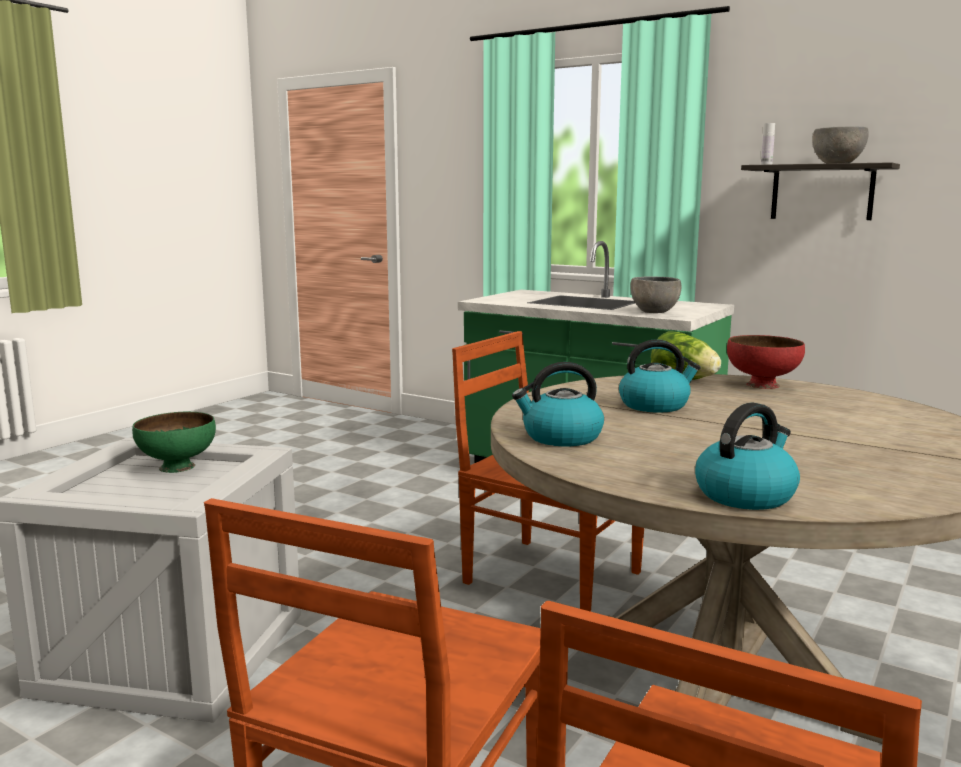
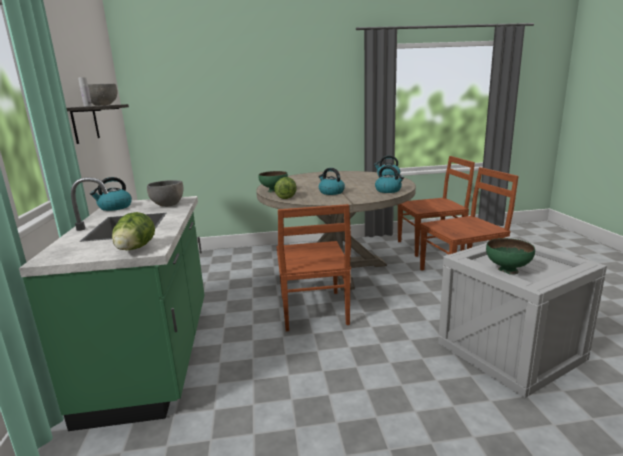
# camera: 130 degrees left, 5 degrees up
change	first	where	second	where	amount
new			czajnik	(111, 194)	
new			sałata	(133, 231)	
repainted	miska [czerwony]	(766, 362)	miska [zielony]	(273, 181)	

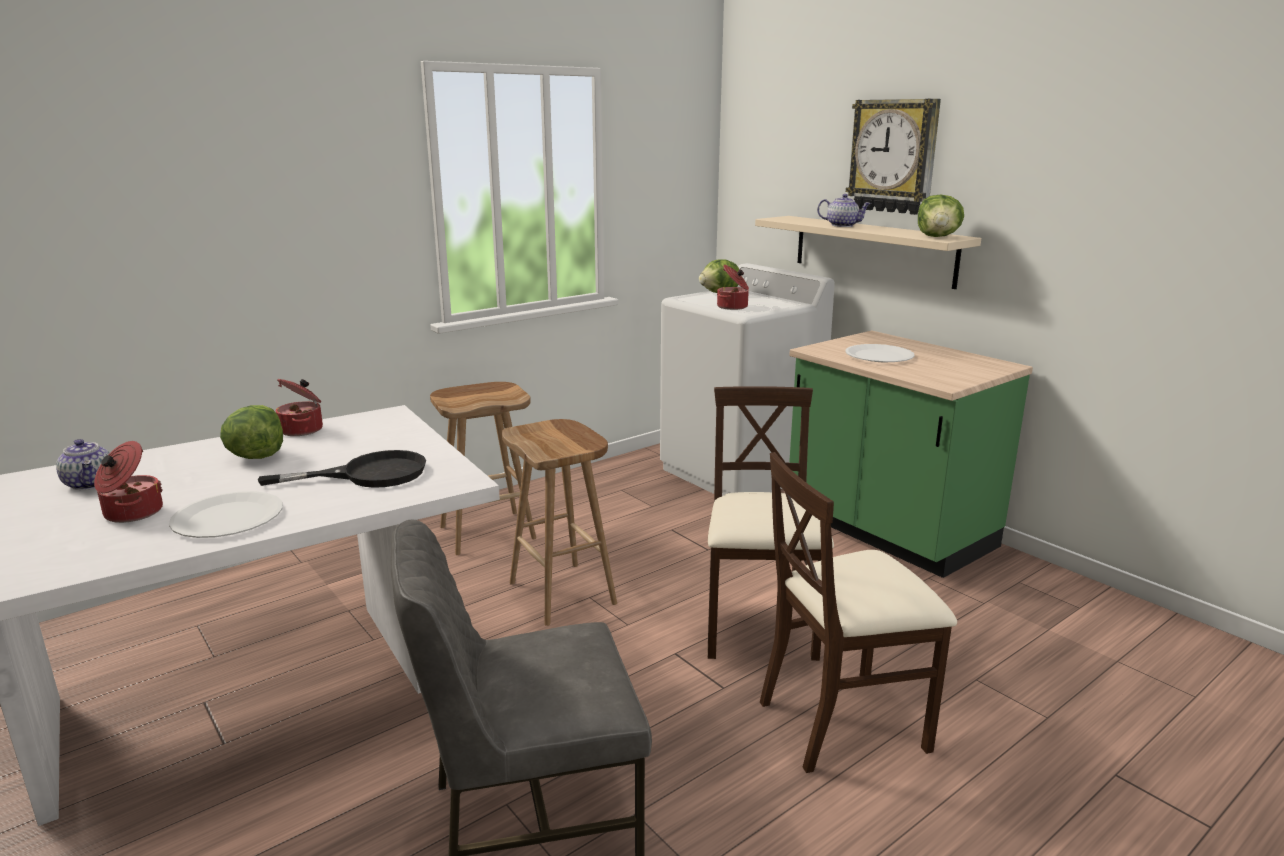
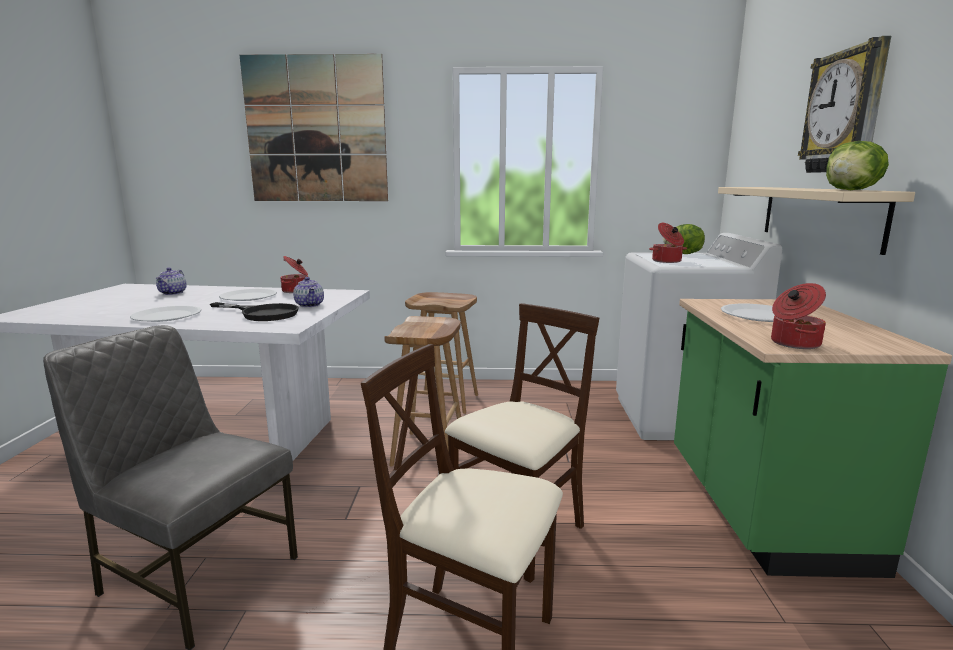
# camera: 40 degrees right, 5 degrees down
change	first	where	second	where	amount
swapped	sałata	(251, 432)	talerz [biały]	(248, 295)	
new			obraz	(313, 127)	
shifted	imbryk	(844, 210)		(308, 292)	
shifted	garnek	(128, 482)		(798, 316)	

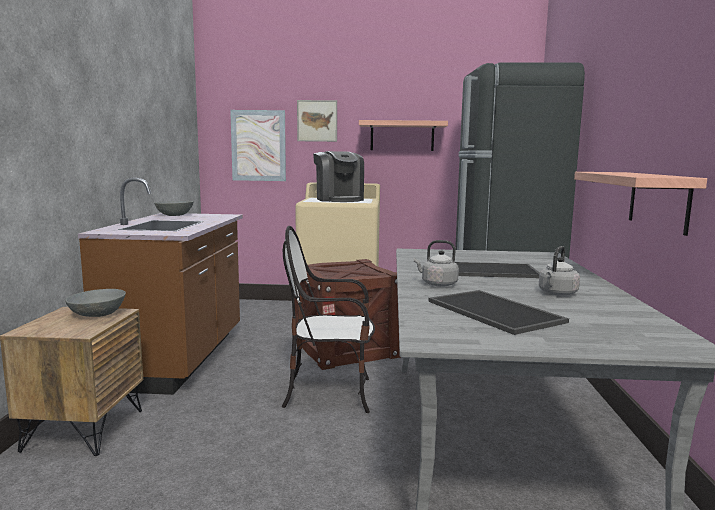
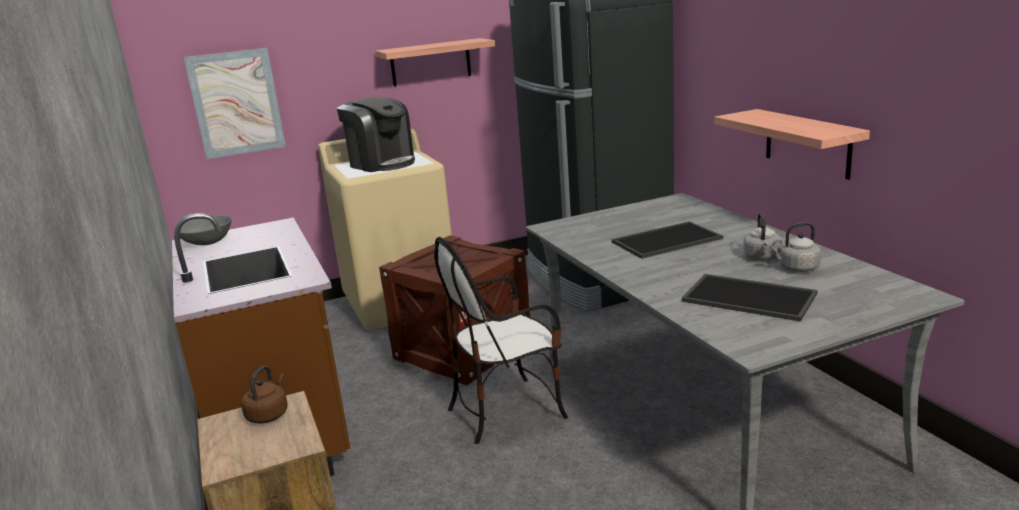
# camera: 25 degrees left, 10 degrees up
change	first	where	second	where	amount
swapped	miska [szary]	(95, 303)	czajnik [brązowy]	(264, 395)	
shifted	czajnik [szary]	(436, 263)		(795, 247)	
gone	obraz	(317, 121)			

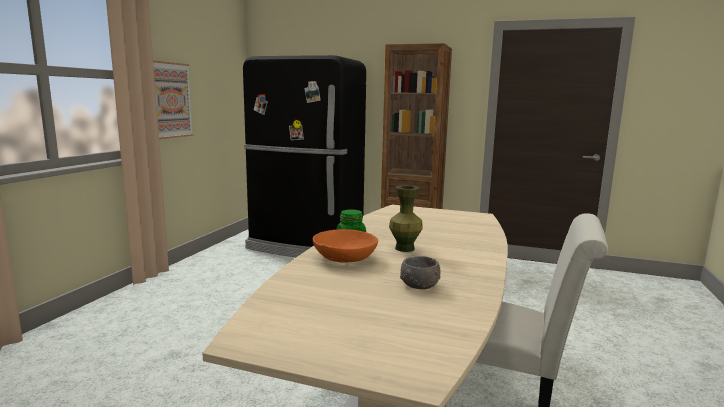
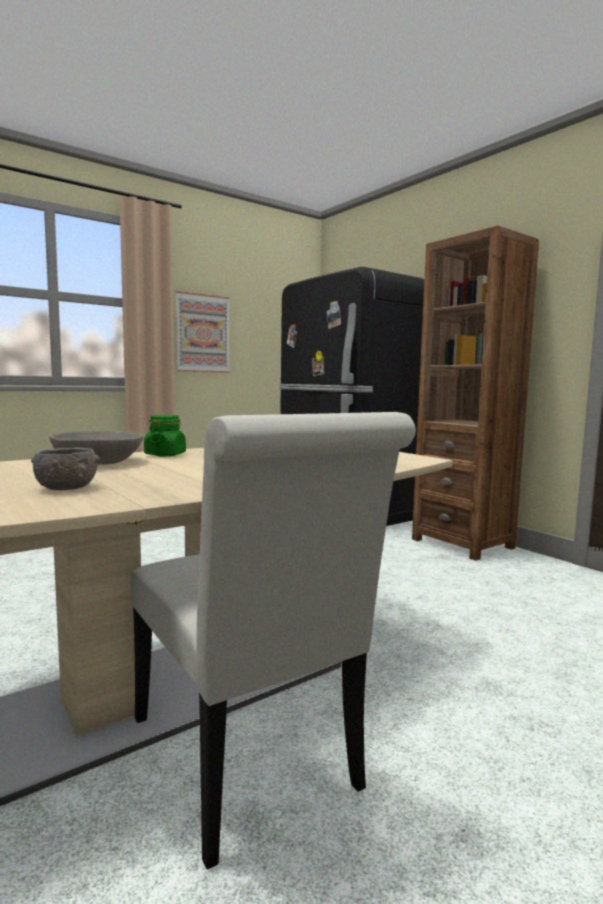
# camera: 35 degrees right, 5 degrees down
change	first	where	second	where	amount
repainted	miska [pomarańczowy]	(345, 245)	miska [szary]	(96, 447)	
gone	wazon [zielony]	(406, 218)			

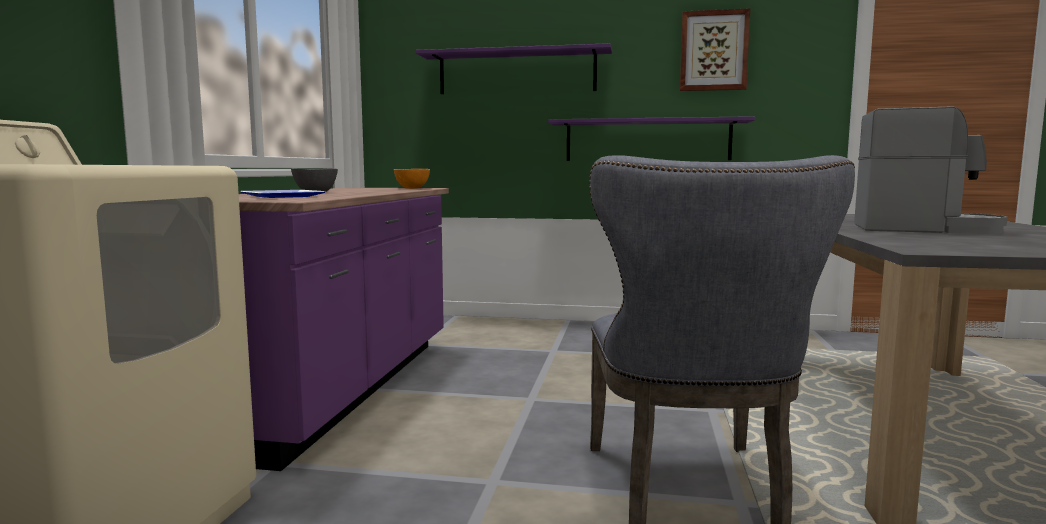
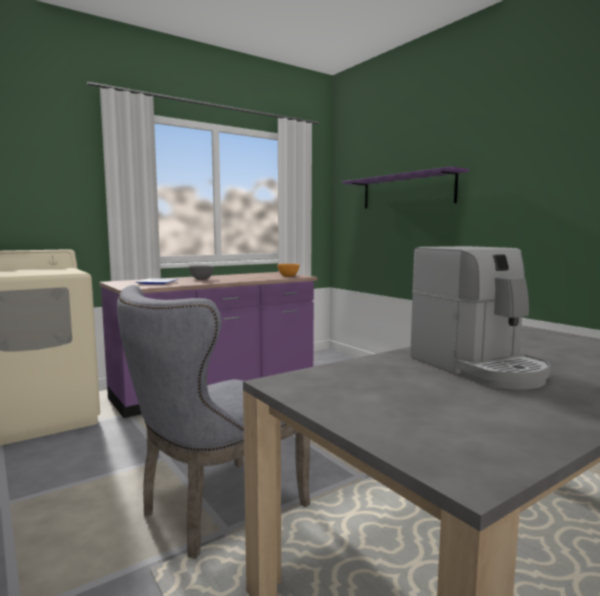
# camera: 45 degrees right, 0 degrees up
change	first	where	second	where	amount
gone	półka [fioletowy]	(651, 138)			
gone	obraz	(715, 49)			

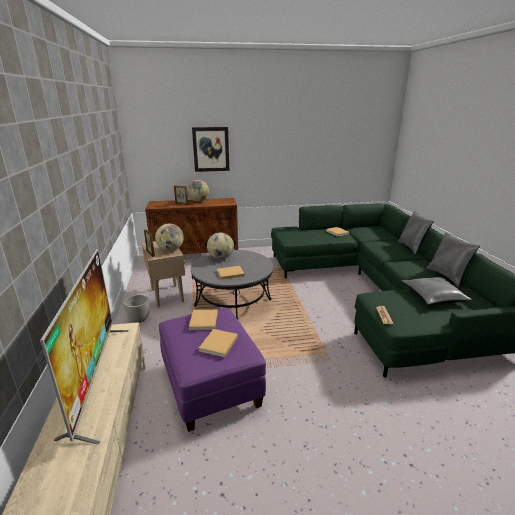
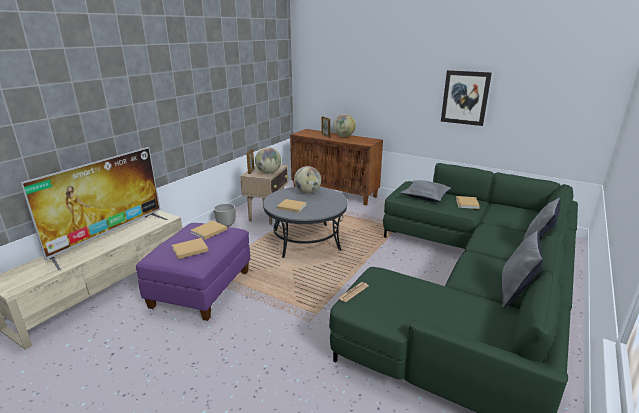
# camera: 40 degrees right, 0 degrees up
change	first	where	second	where	amount
shifted	poduszka [szary]	(437, 291)		(425, 190)	
shifted	obraz	(210, 149)		(466, 98)	

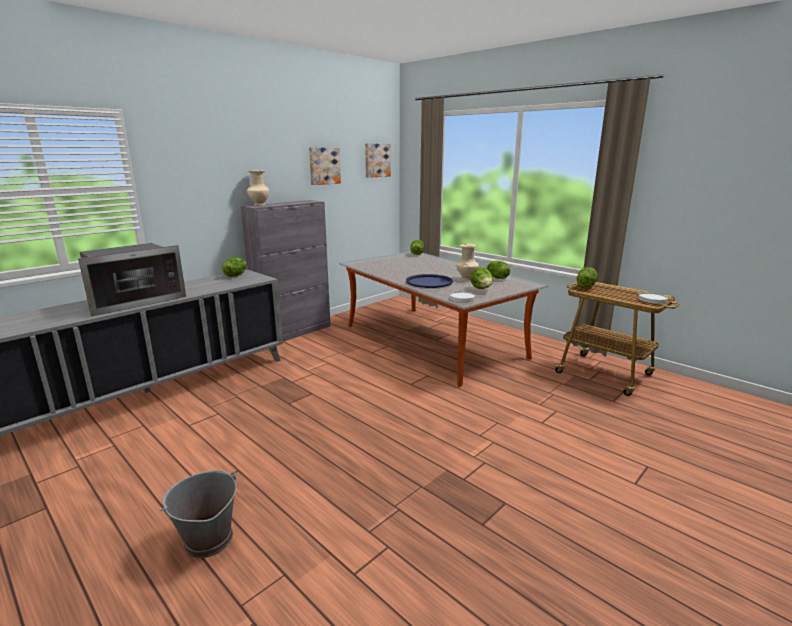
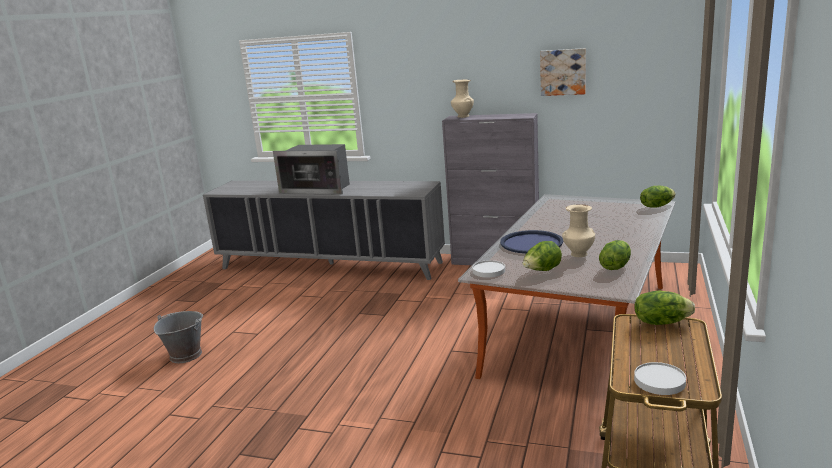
# camera: 65 degrees right, 0 degrees up
change	first	where	second	where	amount
gone	sałata	(234, 267)			
gone	obraz	(378, 160)			

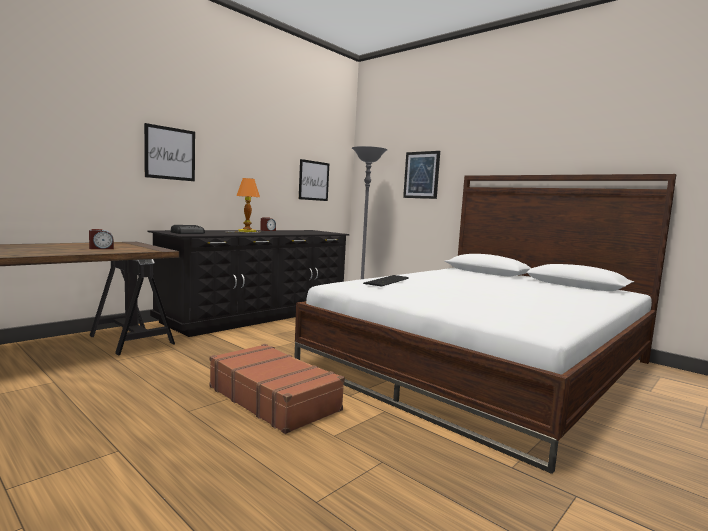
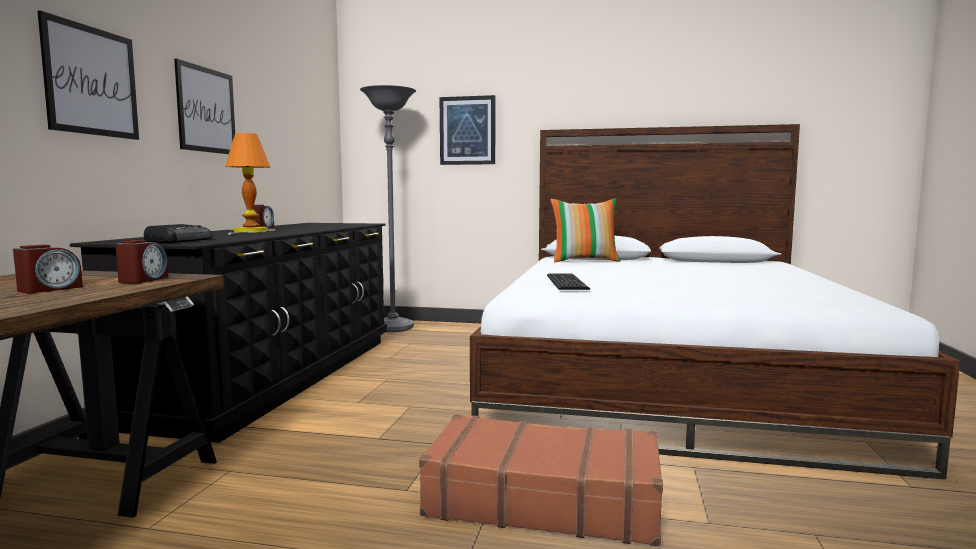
# camera: 30 degrees left, 0 degrees up
change	first	where	second	where	amount
new			budzik	(141, 261)	
shifted	obraz	(314, 180)		(204, 106)	
new			poduszka	(585, 230)	

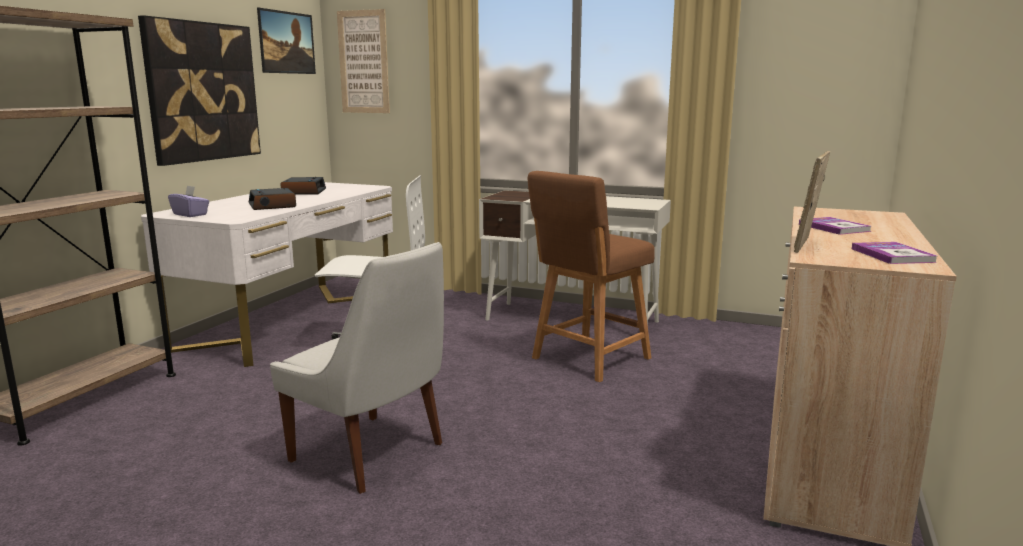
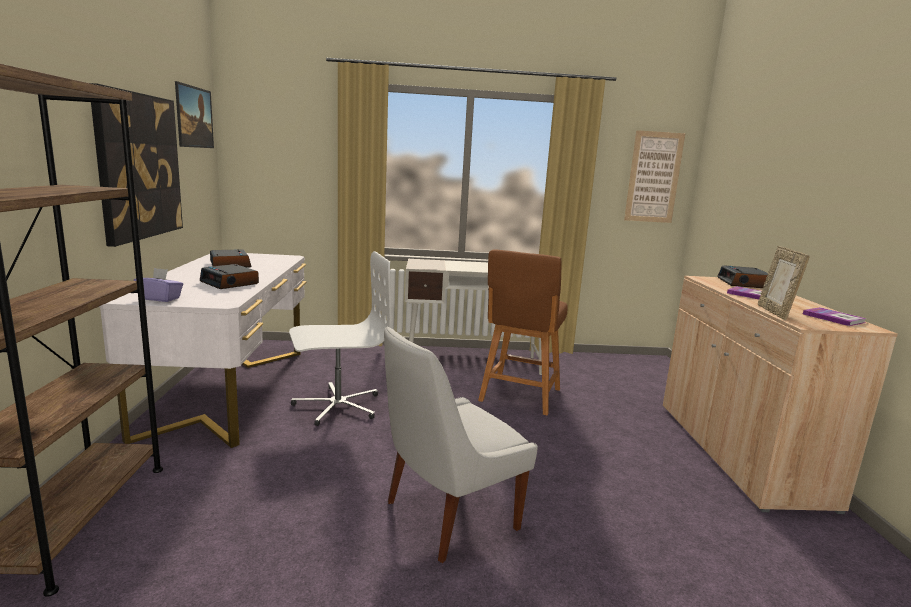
# camera: 25 degrees left, 0 degrees up
change	first	where	second	where	amount
rotated	krzesło [biały]	(357, 368)		(461, 444)	135 degrees clockwise
shifted	obraz	(363, 61)		(654, 176)	
new			budzik	(742, 276)	

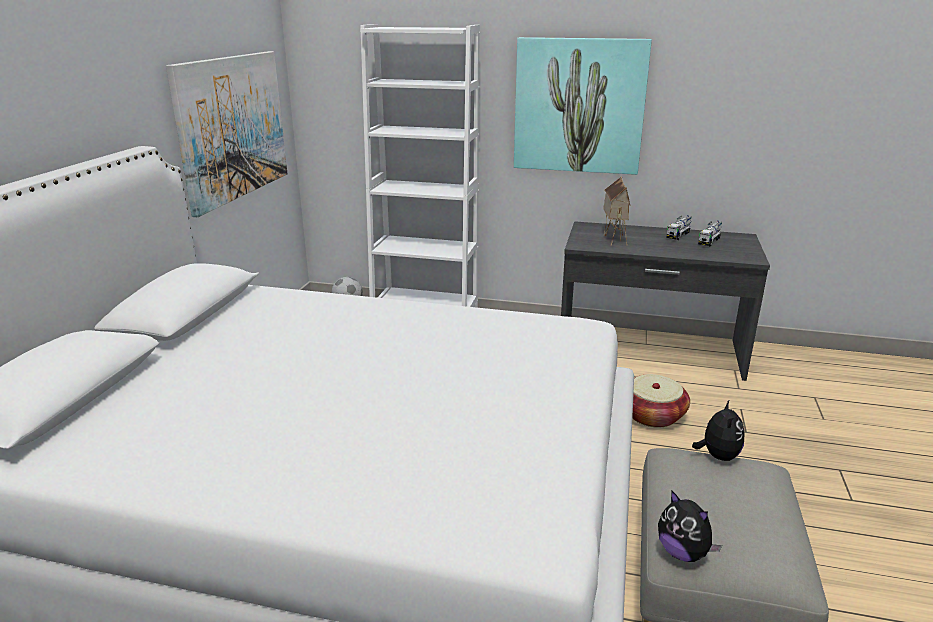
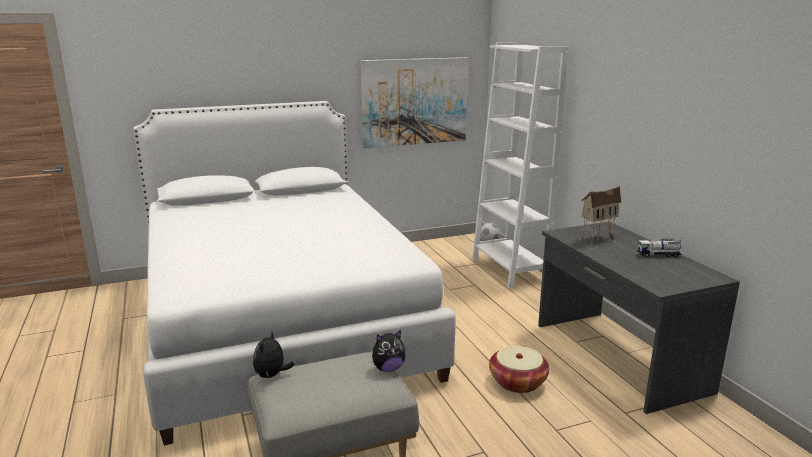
# camera: 55 degrees right, 5 degrees down
change	first	where	second	where	amount
gone	obraz	(583, 106)			
gone	ciężarówka zabawkowa	(710, 234)			

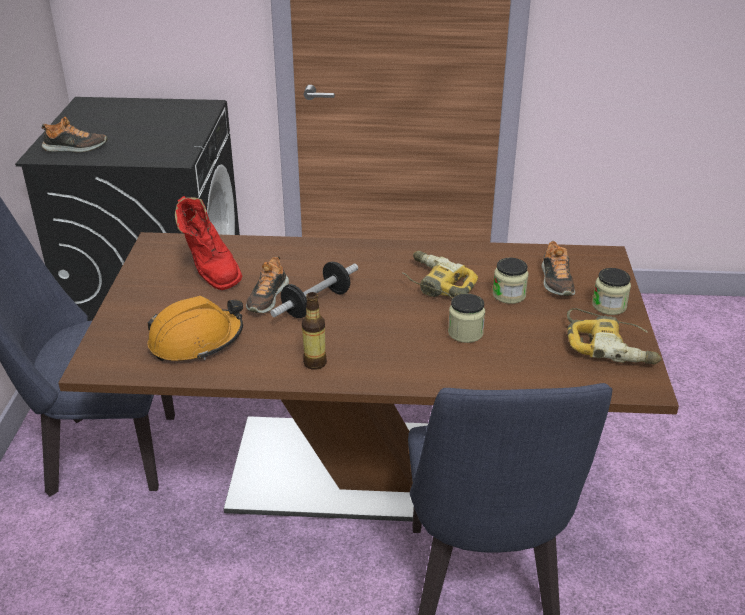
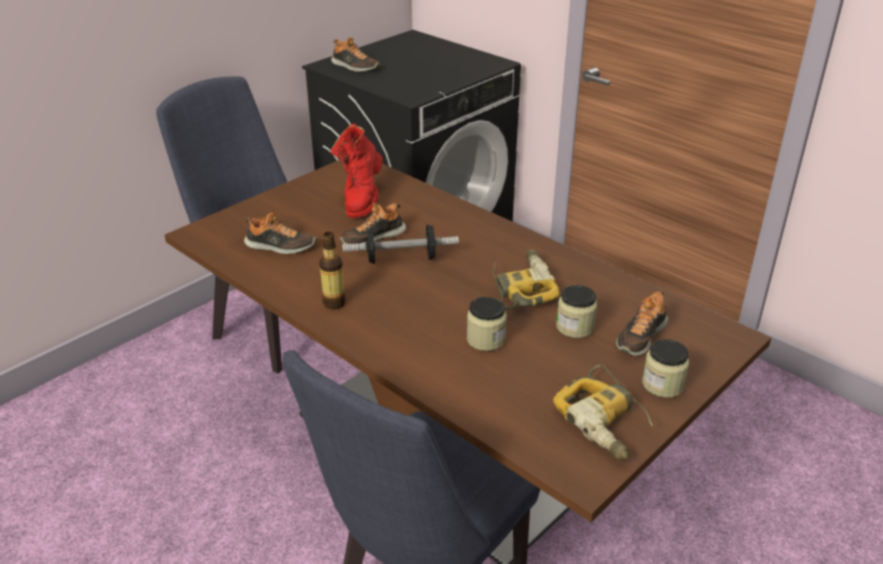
# camera: 40 degrees right, 0 degrees up
change	first	where	second	where	amount
swapped	kask [pomarańczowy]	(195, 328)	but	(280, 233)	

